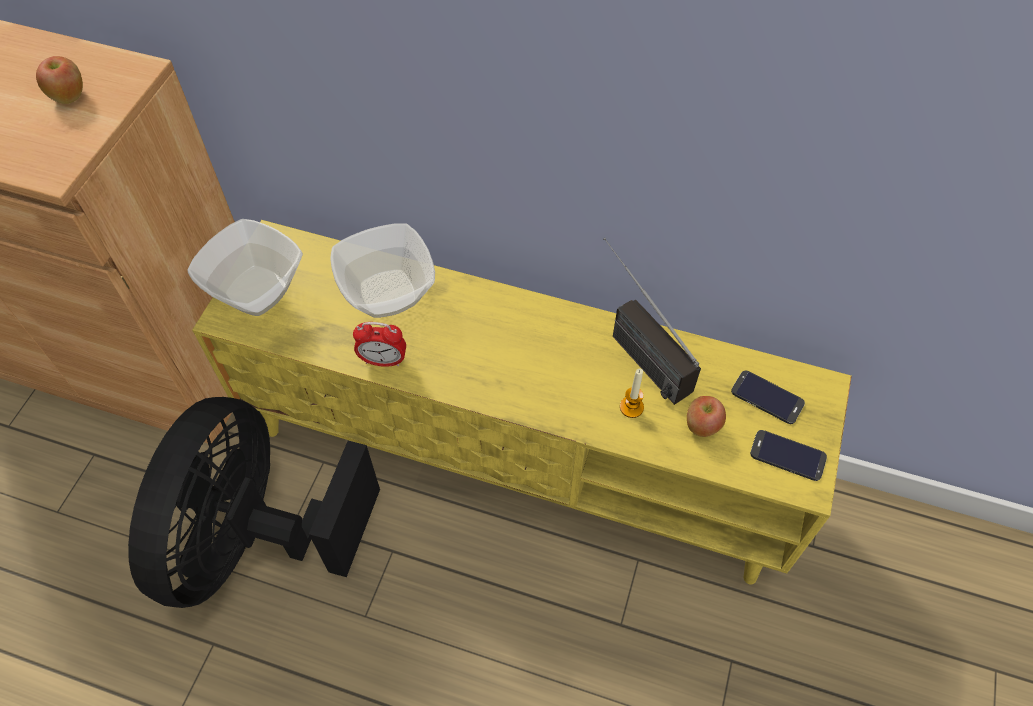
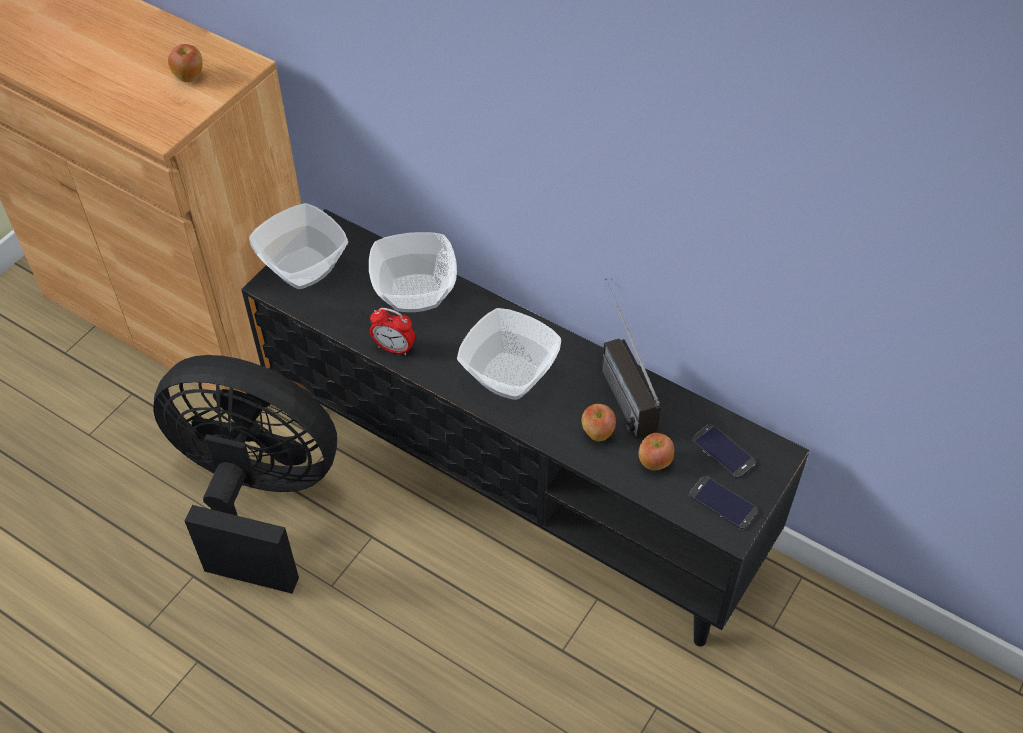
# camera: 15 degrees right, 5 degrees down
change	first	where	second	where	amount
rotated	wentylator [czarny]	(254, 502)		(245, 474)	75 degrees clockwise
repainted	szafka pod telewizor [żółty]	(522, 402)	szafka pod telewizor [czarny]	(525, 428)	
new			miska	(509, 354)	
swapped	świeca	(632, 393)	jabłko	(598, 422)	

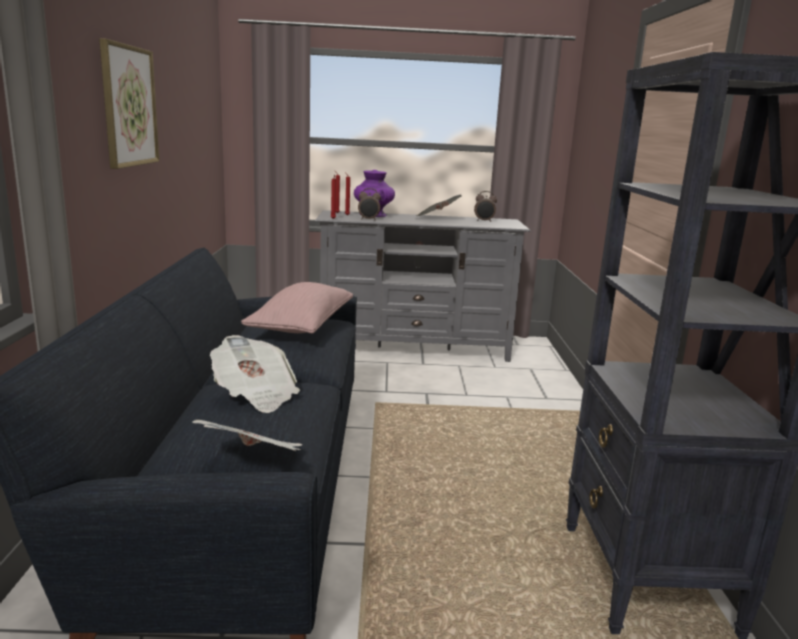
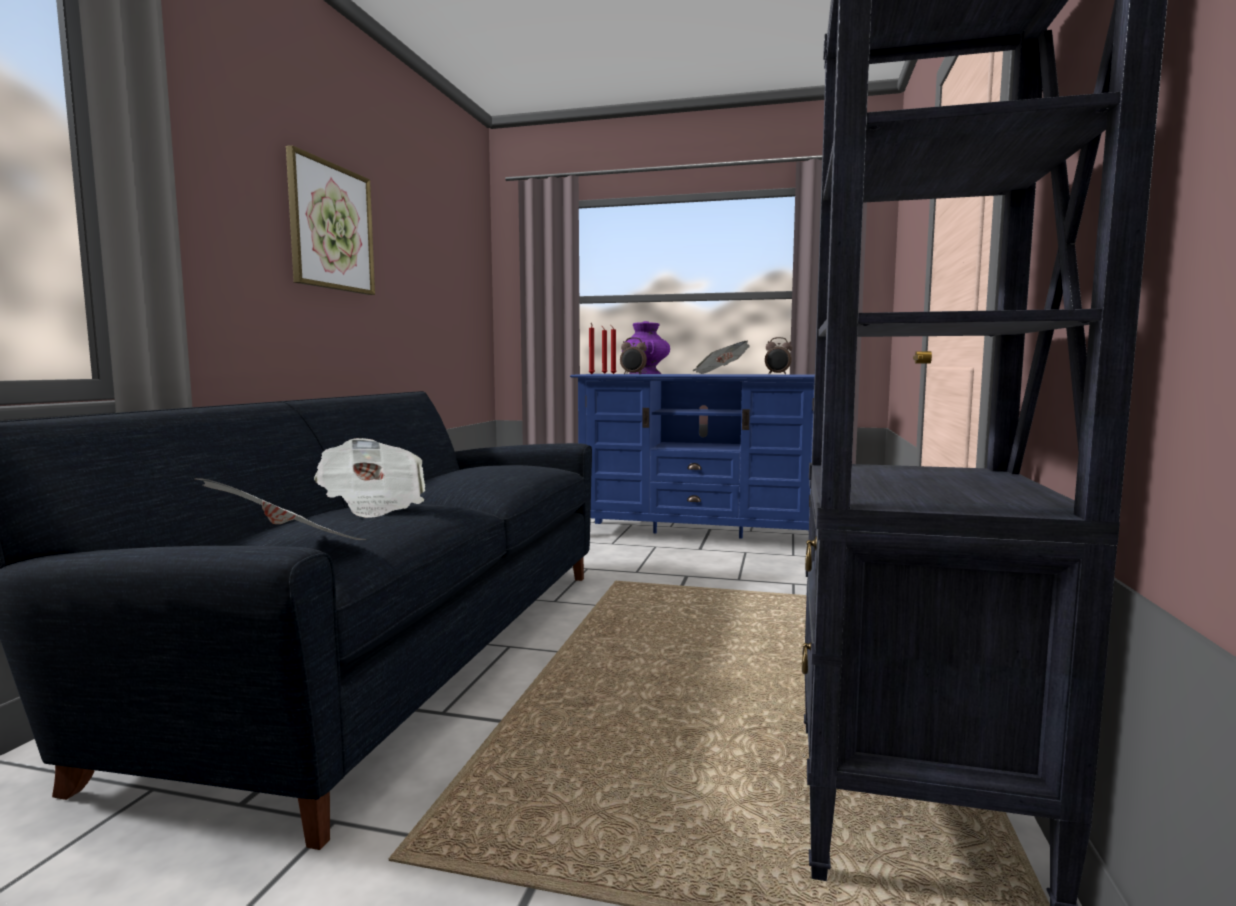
# camera: 15 degrees right, 10 degrees down
change	first	where	second	where	amount
repainted	szafka pod telewizor [szary]	(423, 286)	szafka pod telewizor [niebieski]	(692, 456)	
gone	poduszka [różowy]	(297, 308)			

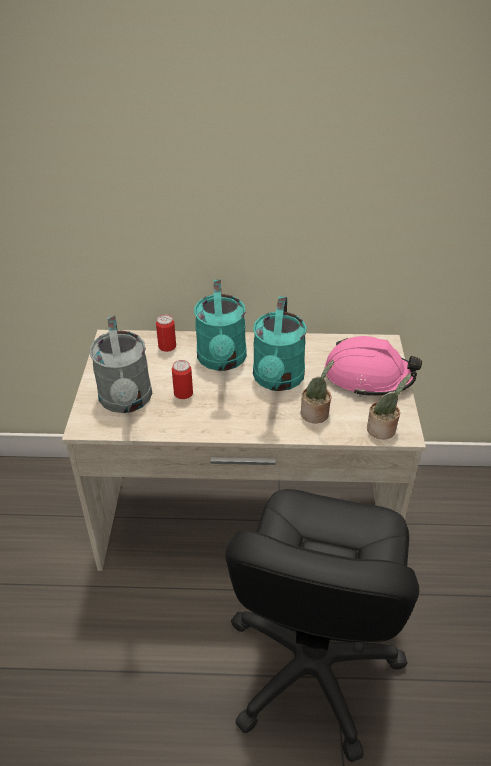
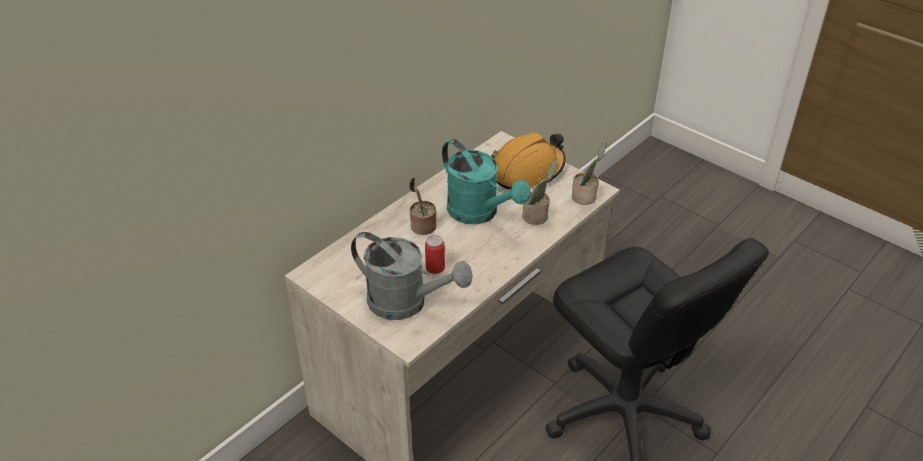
# camera: 50 degrees left, 0 degrees up
change	first	where	second	where	amount
swapped	konewka [turkusowy]	(220, 325)	roślina doniczkowa	(422, 206)	
repainted	kask [różowy]	(373, 366)	kask [pomarańczowy]	(528, 160)	
gone	puszka	(166, 333)			

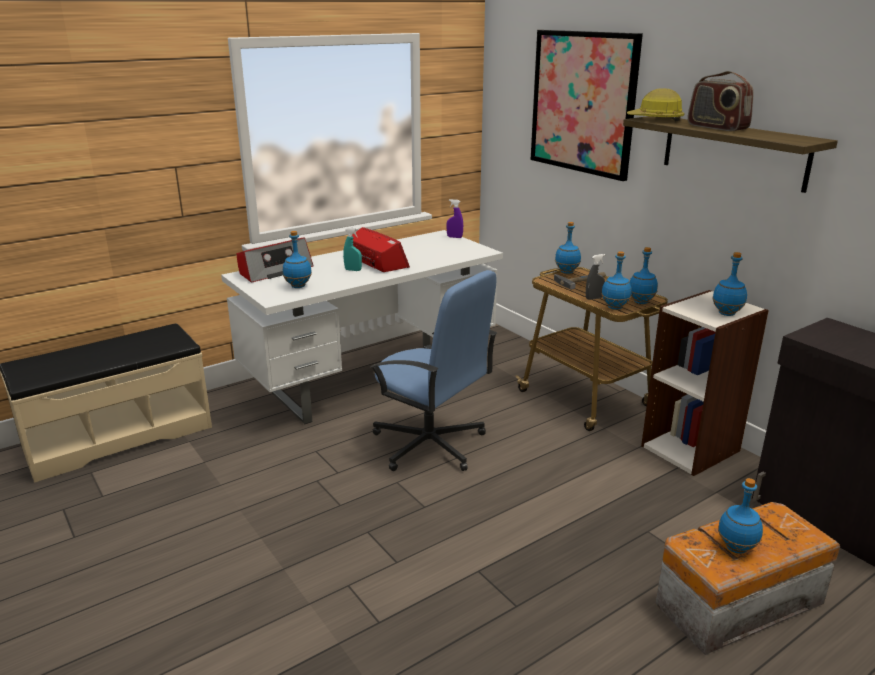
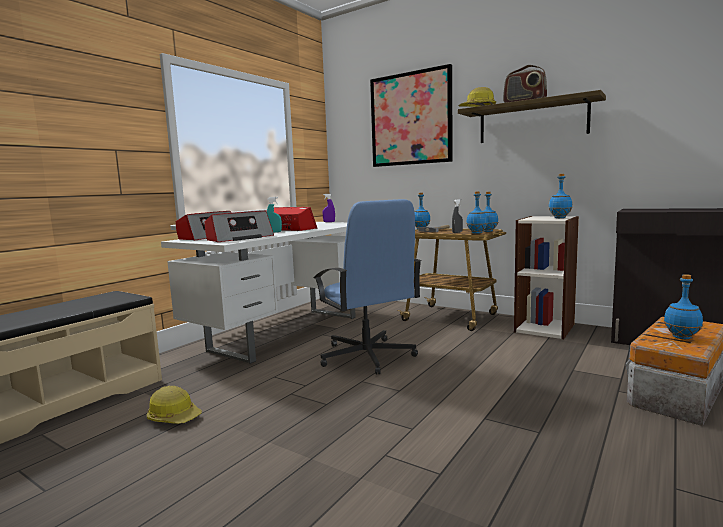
# camera: 20 degrees left, 15 degrees down
change	first	where	second	where	amount
new			kask	(174, 405)	
swapped	butelka [niebieski]	(297, 259)	radio	(239, 226)	
rotated	krzesło biurowe [niebieski]	(433, 370)		(368, 287)	45 degrees clockwise

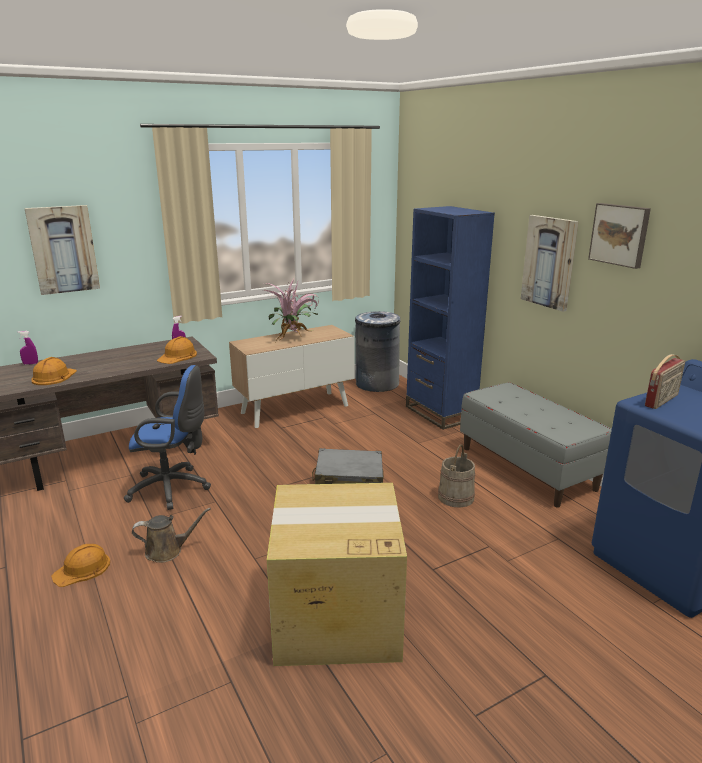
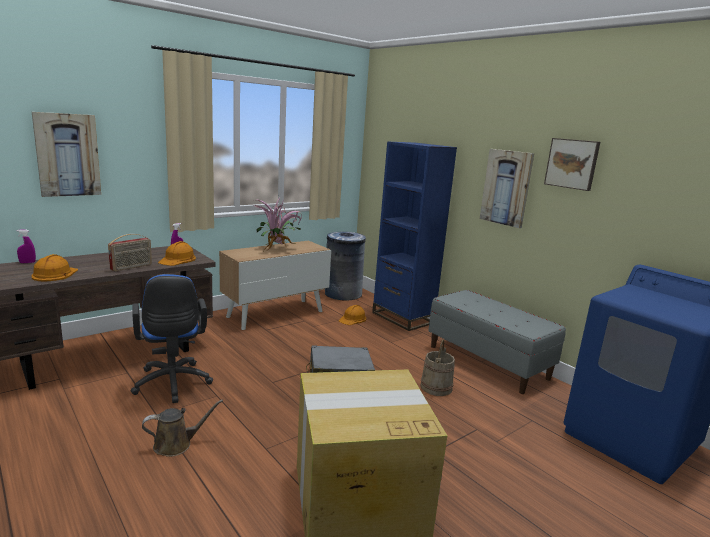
# camera: 10 degrees left, 5 degrees down
change	first	where	second	where	amount
shifted	radio	(665, 381)		(130, 253)	
rotated	krzesło biurowe [niebieski]	(167, 437)		(172, 338)	75 degrees clockwise
shifted	kask [pomarańczowy]	(80, 565)		(352, 315)	

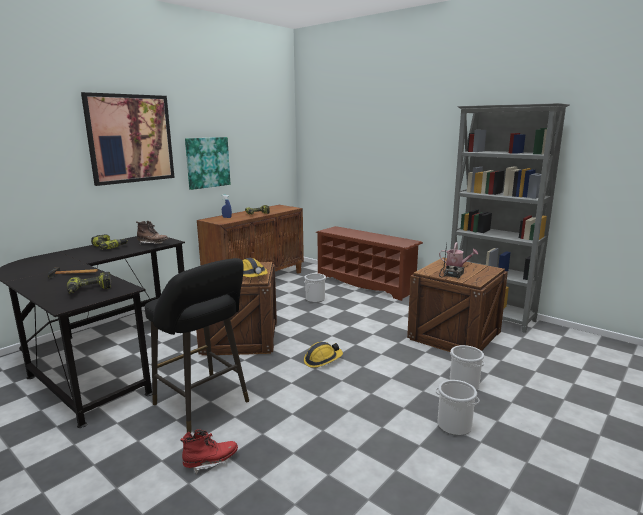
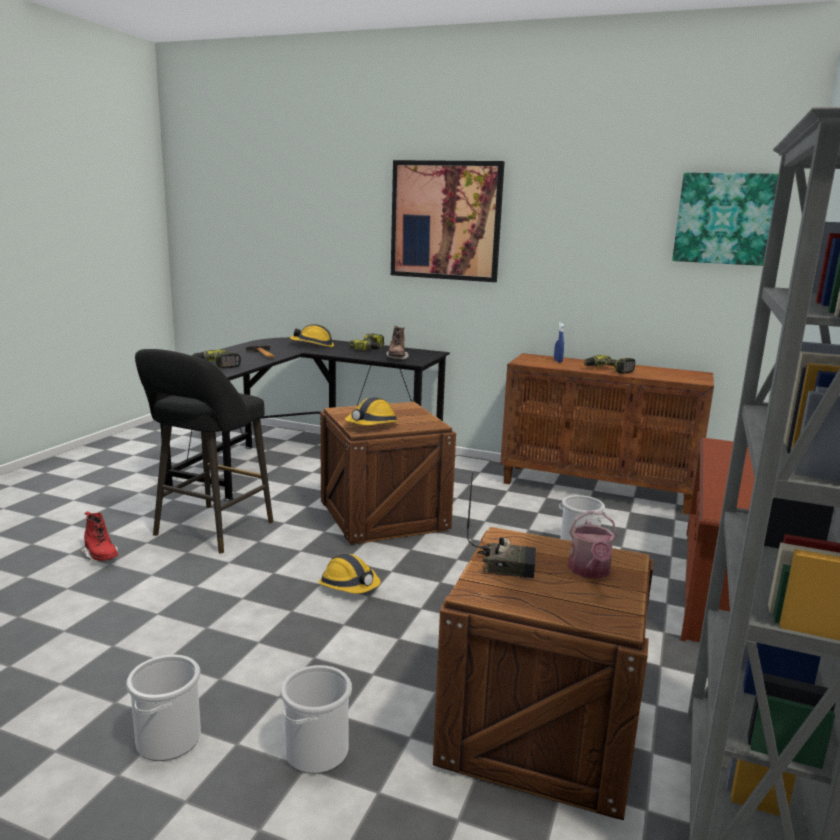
# camera: 70 degrees right, 0 degrees up
change	first	where	second	where	amount
new			kask	(312, 335)	
shifted	obraz	(207, 163)		(725, 219)	

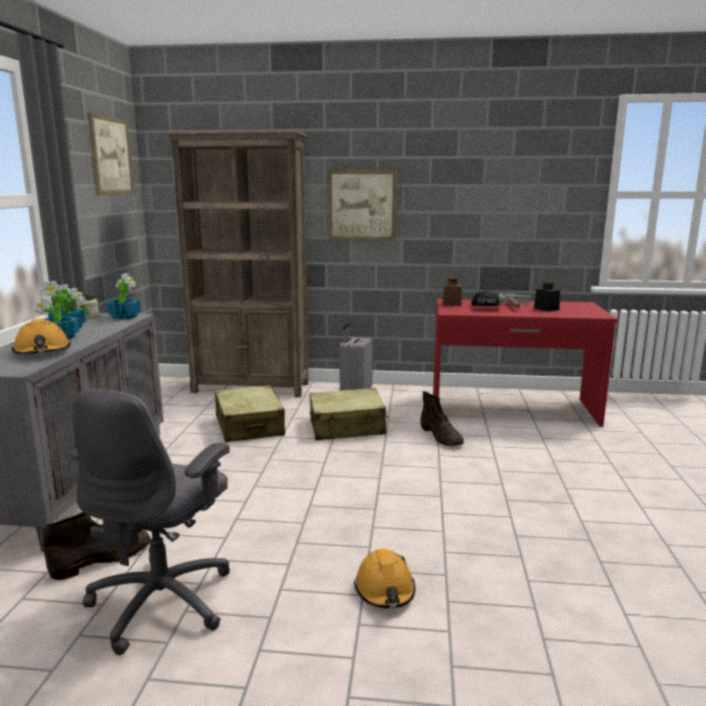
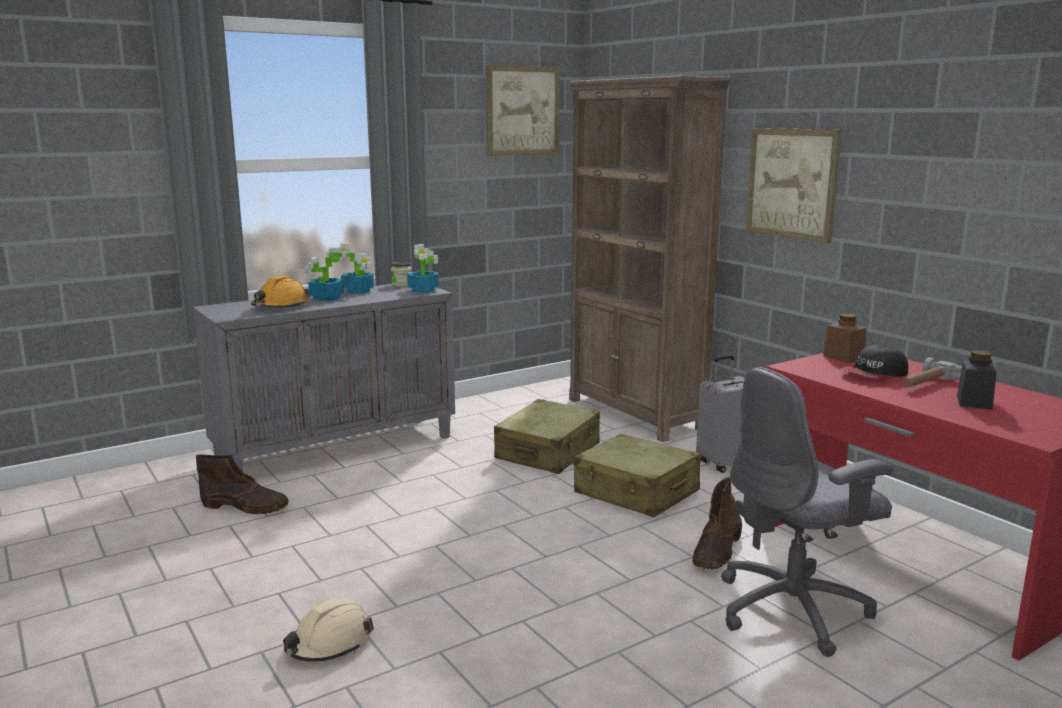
# camera: 50 degrees right, 0 degrees up
change	first	where	second	where	amount
repainted	kask [pomarańczowy]	(385, 579)	kask [beżowy]	(328, 630)	
shifted	krzesło biurowe [szary]	(150, 522)		(807, 512)	

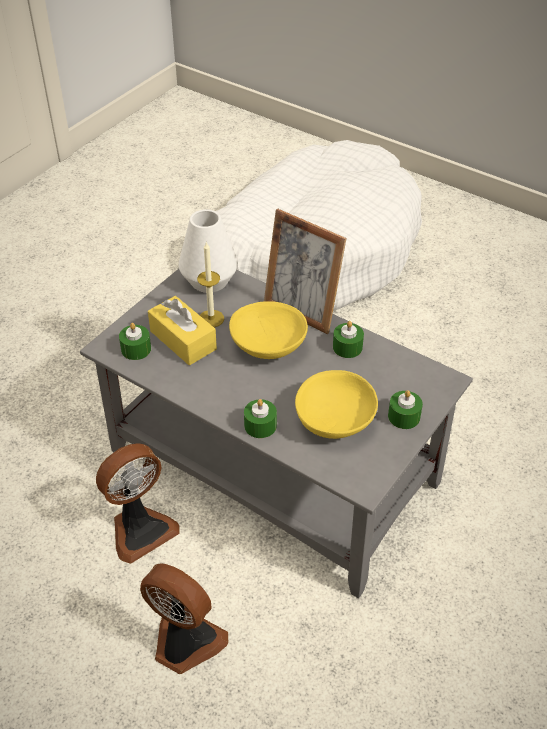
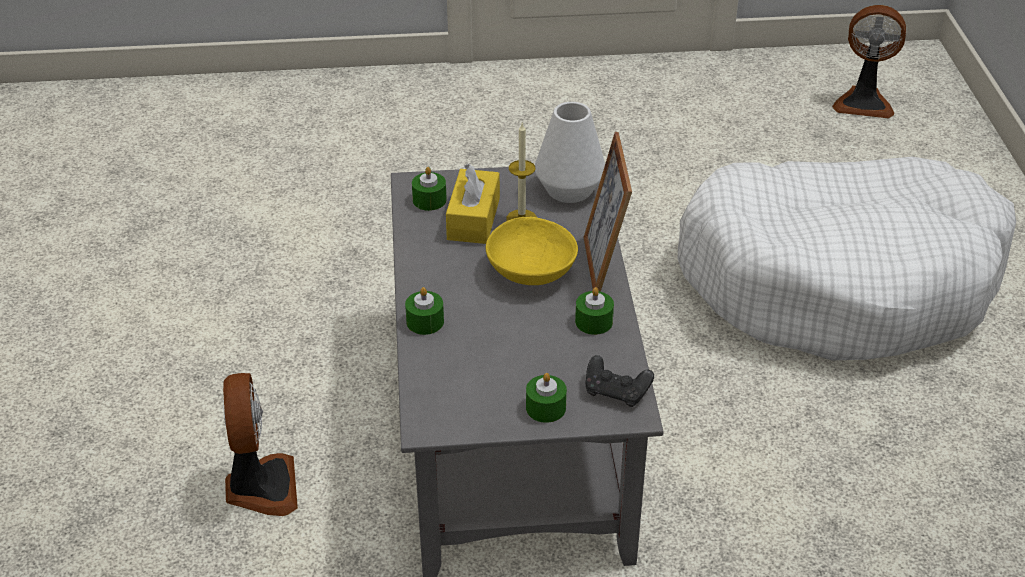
# camera: 50 degrees right, 5 degrees down
change	first	where	second	where	amount
new			pad do gier [czarny]	(620, 381)	
shifted	wentylator	(138, 503)		(869, 62)	
gone	miska [żółty]	(336, 404)			

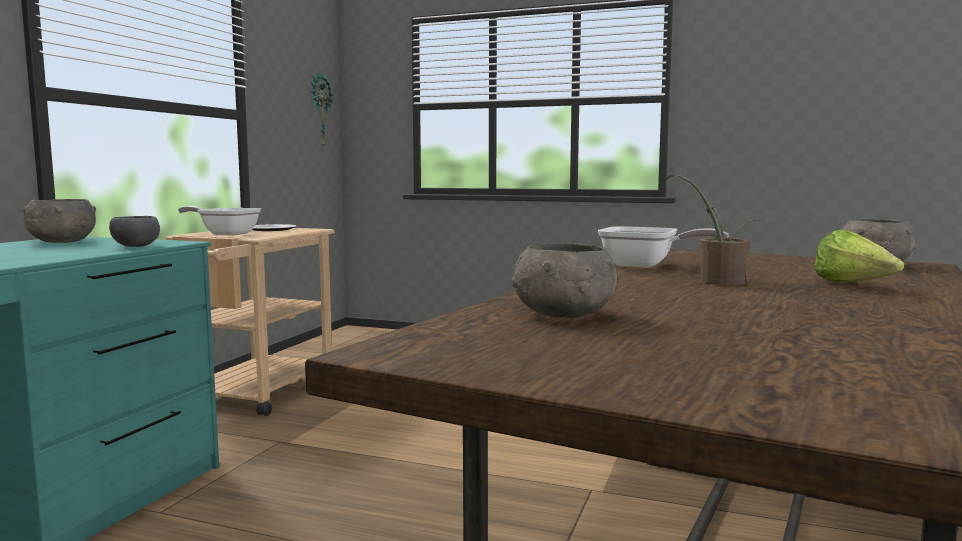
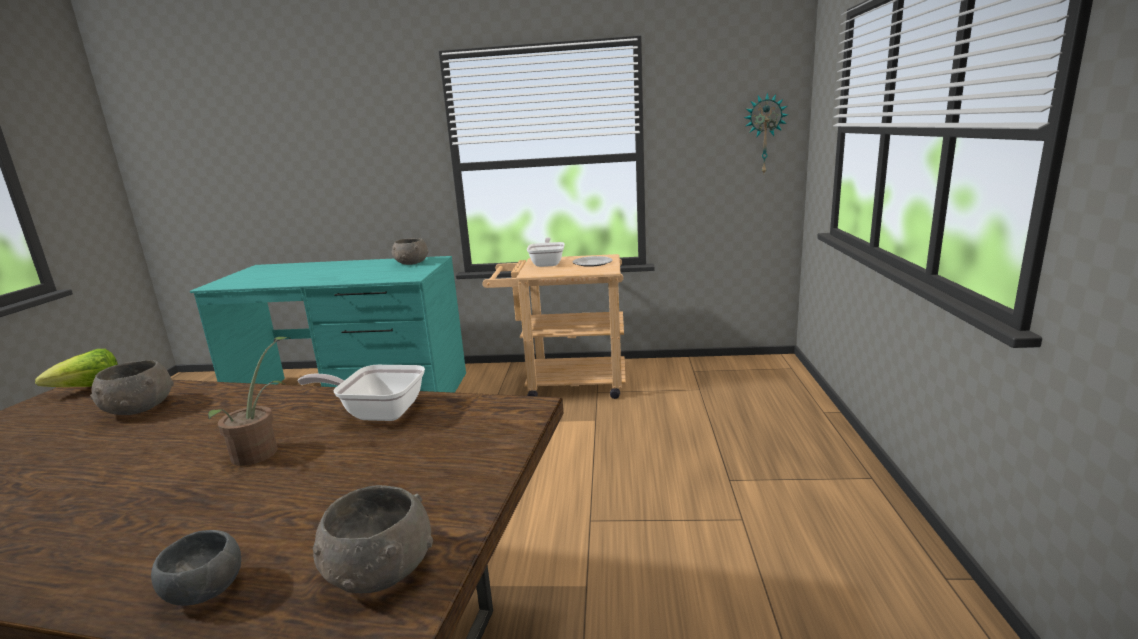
# camera: 75 degrees right, 10 degrees up
change	first	where	second	where	amount
shifted	sałata	(859, 256)		(76, 368)	
shifted	miska [szary]	(134, 231)		(196, 568)	
rotated	patelnia	(663, 247)		(361, 393)	90 degrees clockwise

